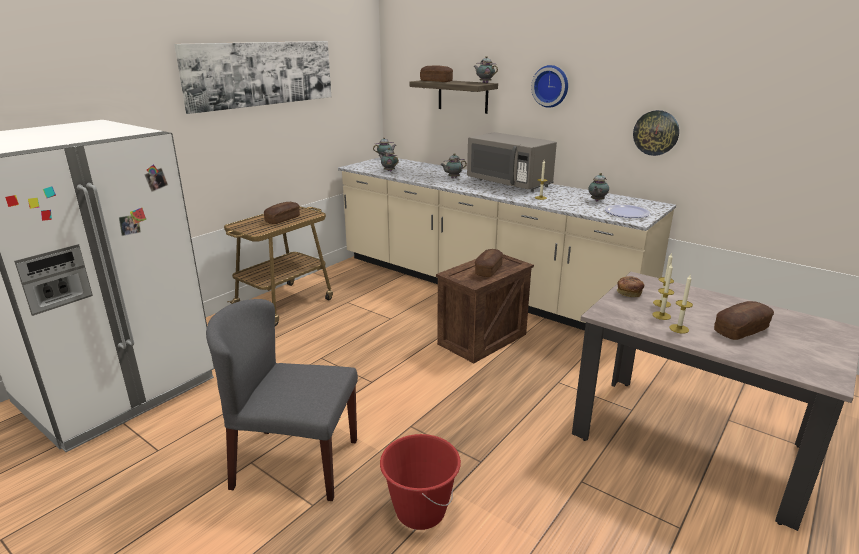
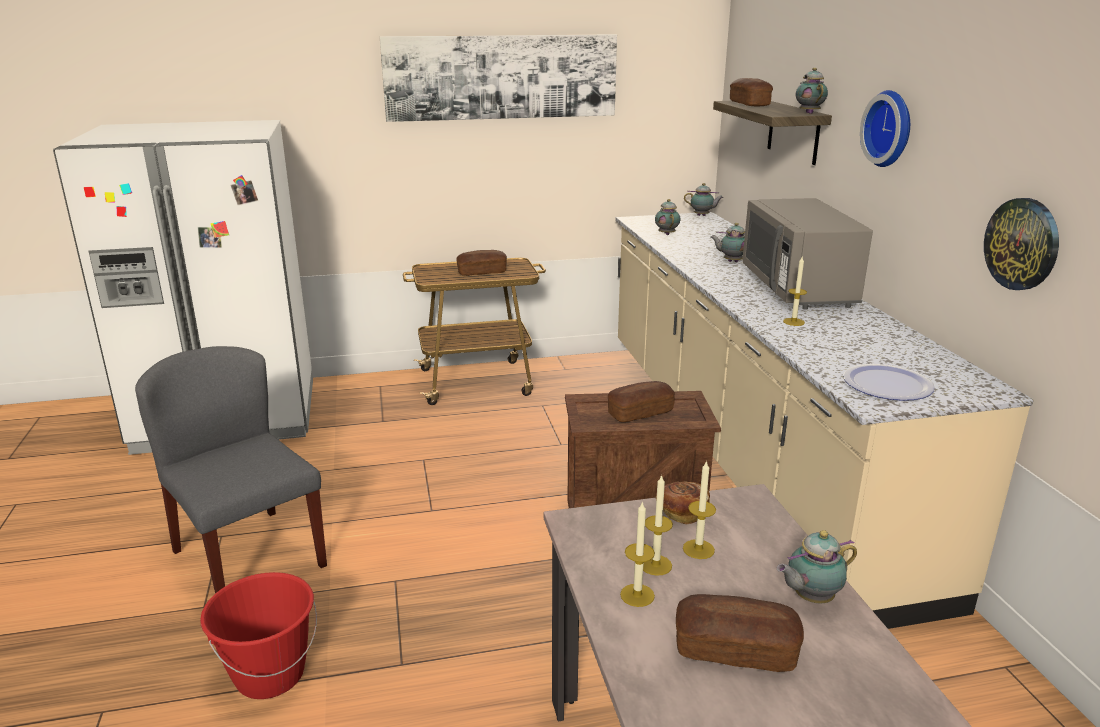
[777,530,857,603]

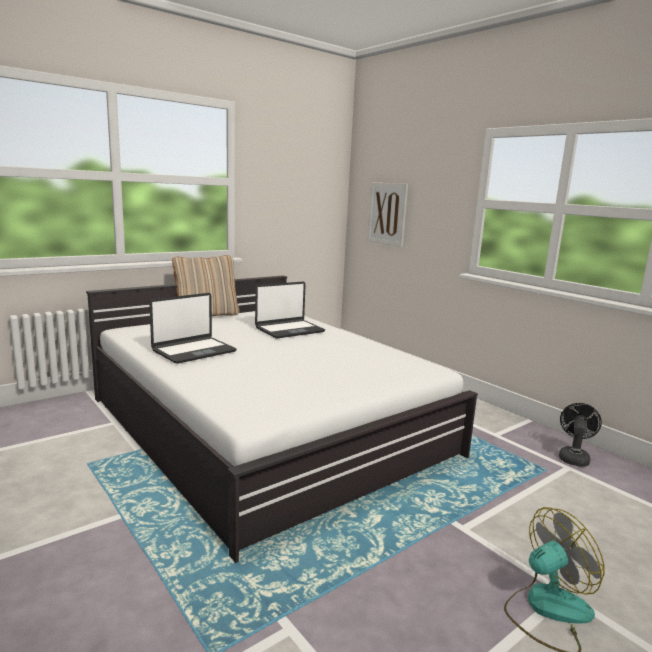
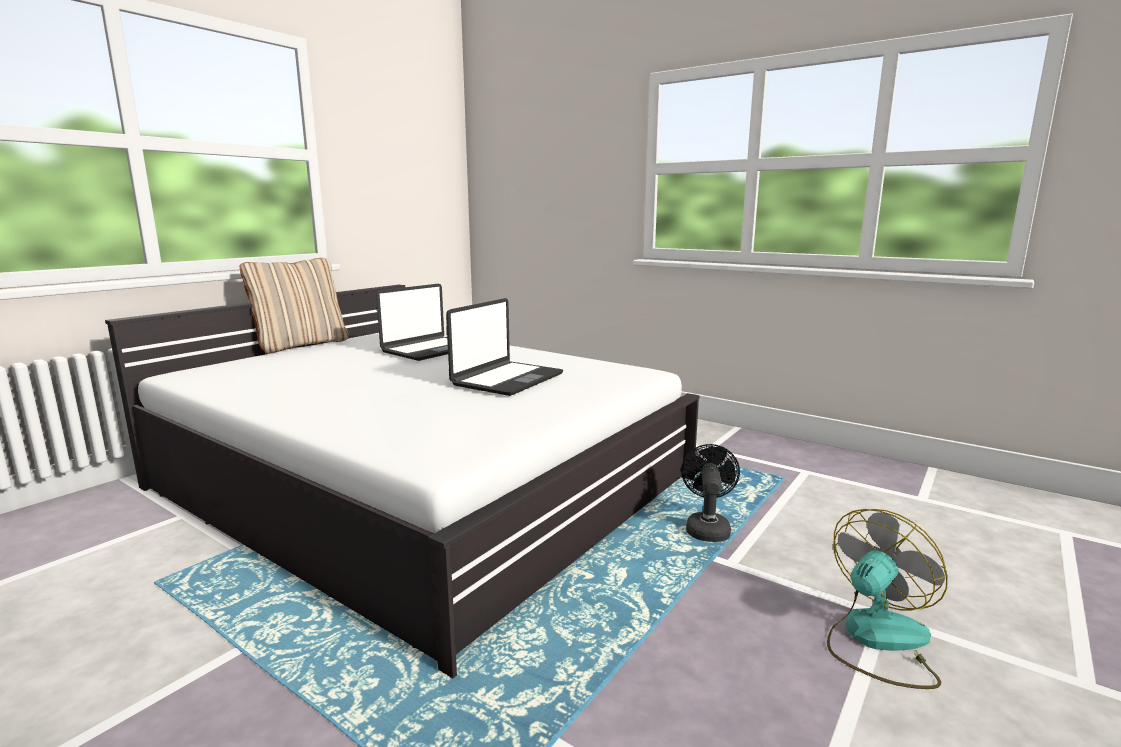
[367,182,408,247] (first image)
[446,298,563,396]
[681,444,740,542]

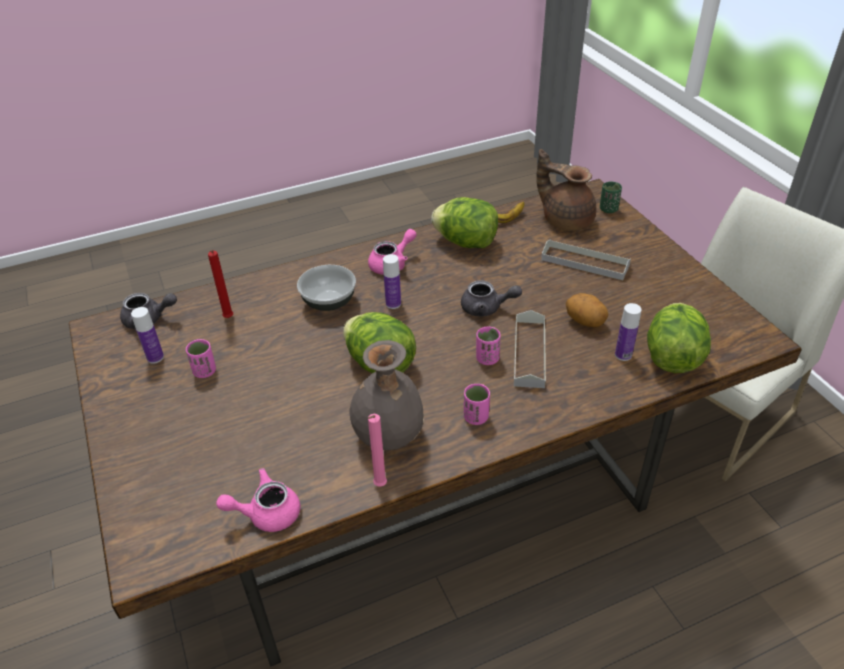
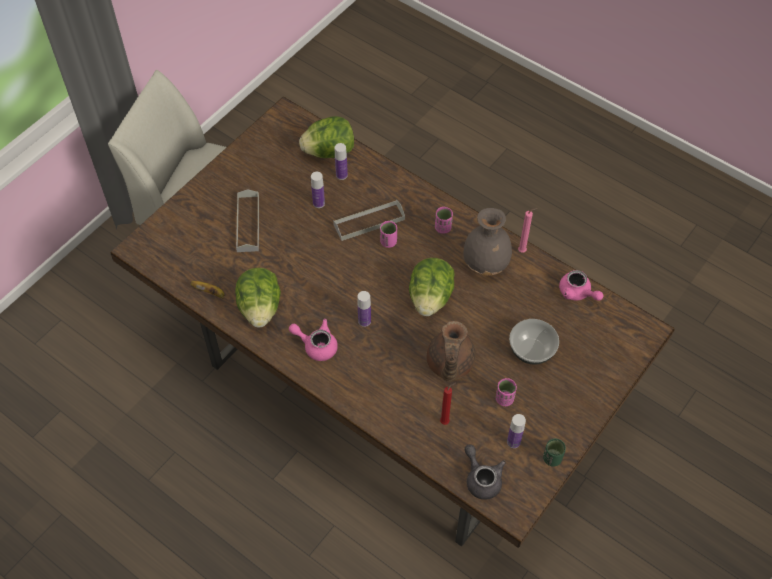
[461,280,522,317] (first image)
[509,319,559,365]
[427,321,476,381]
[543,439,566,467]
[311,172,325,208]

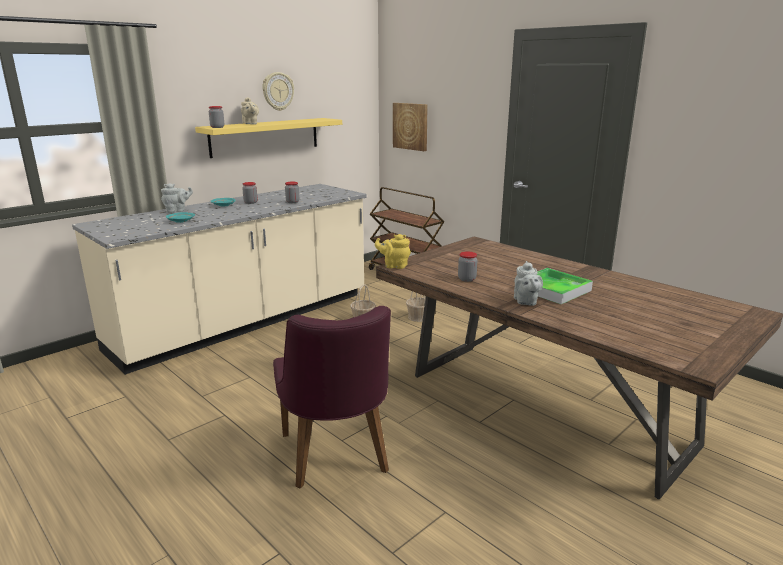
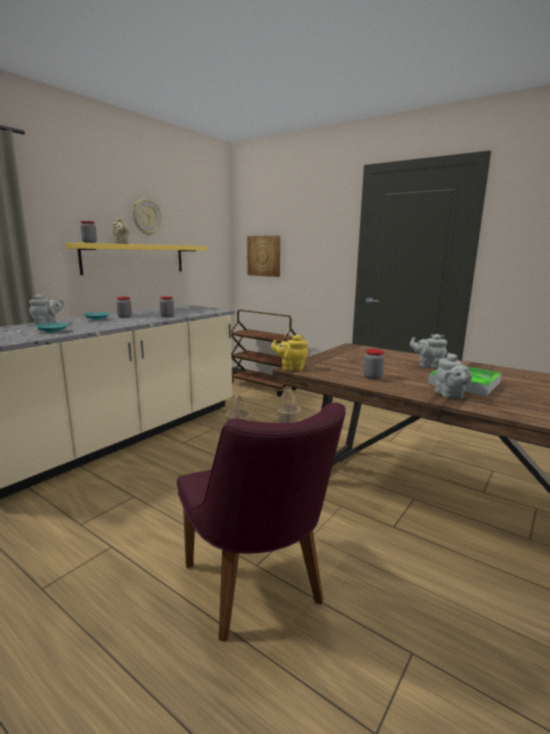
[410,334,447,369]

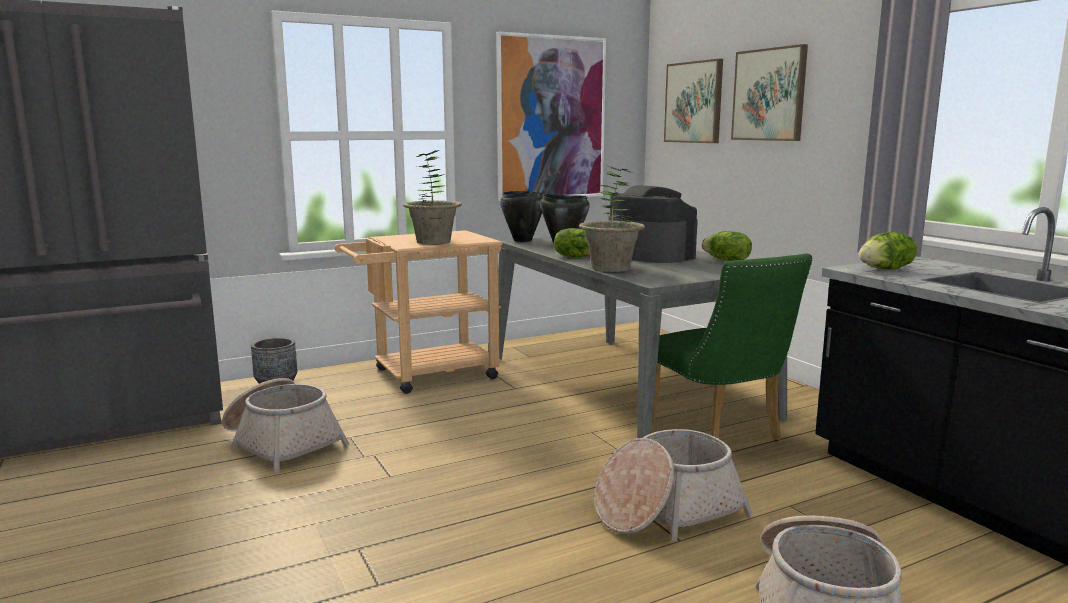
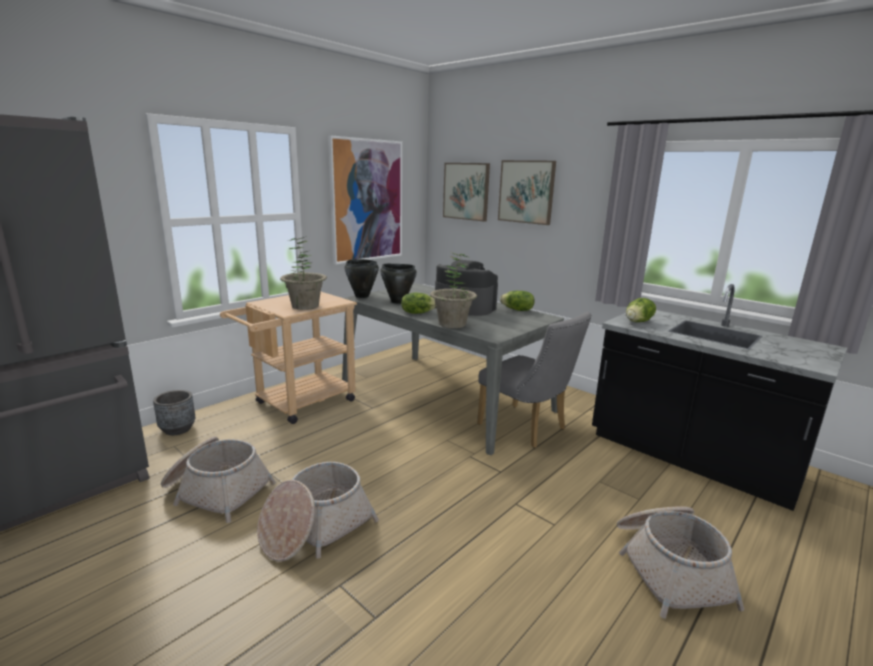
[257,462,379,562]
[477,312,592,448]

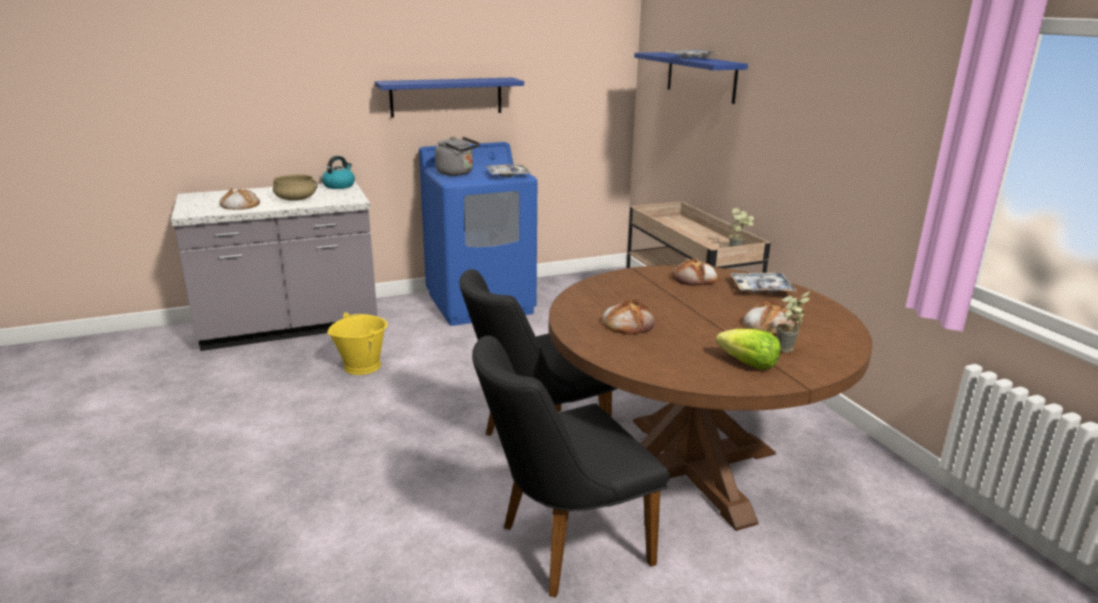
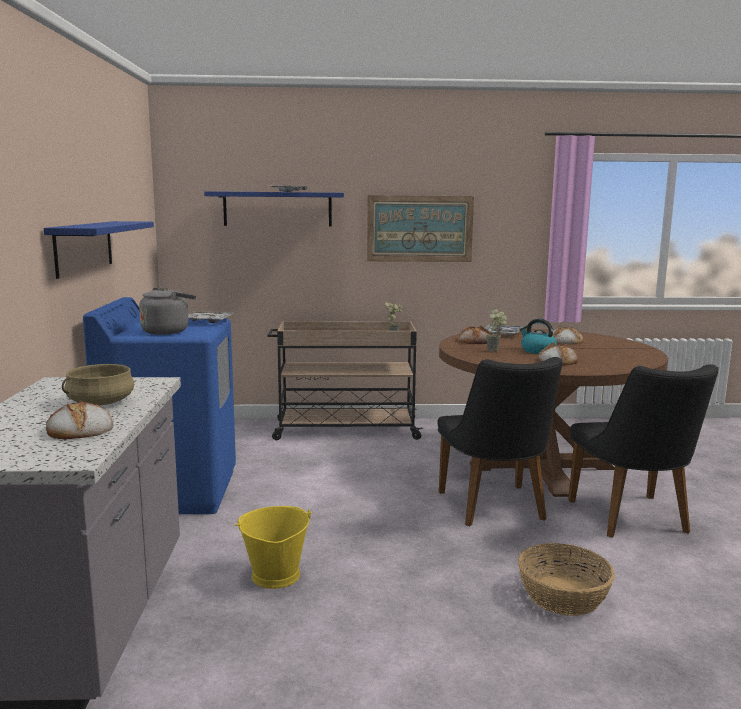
[716,329,781,369] (first image)
[367,195,474,262]
[518,543,615,616]
[520,319,557,354]
[486,309,507,352]

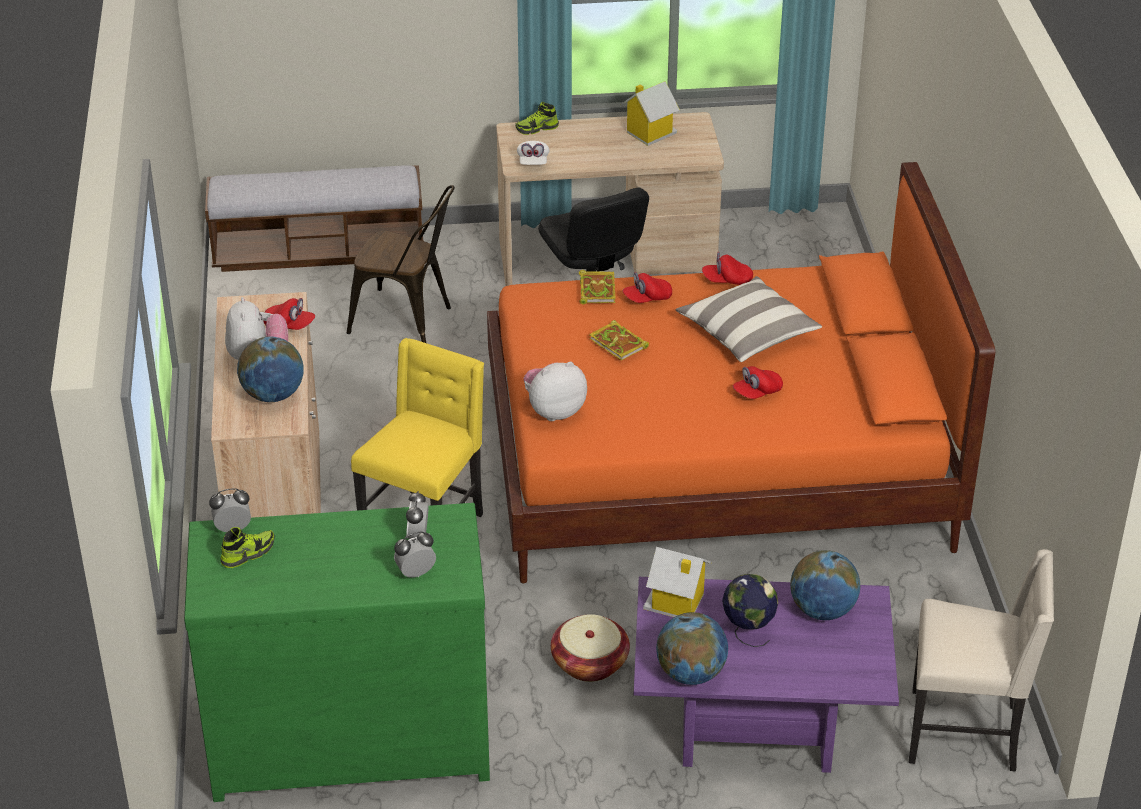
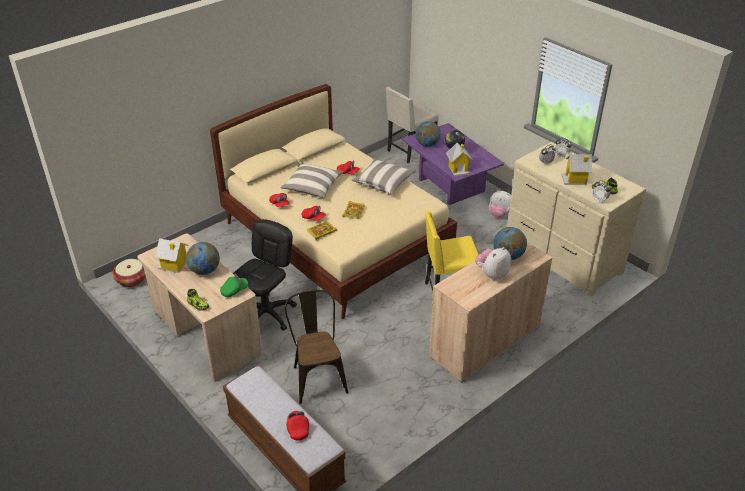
[351,158,416,195]
[562,154,592,185]
[286,411,309,441]
[489,190,511,218]
[112,259,146,287]
[186,242,220,275]
[507,142,646,297]
[210,84,457,319]
[220,274,248,297]
[386,87,438,163]

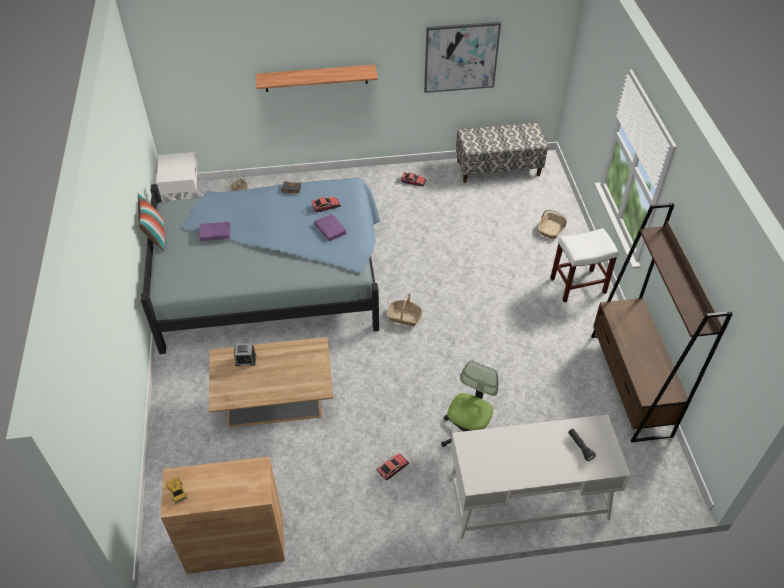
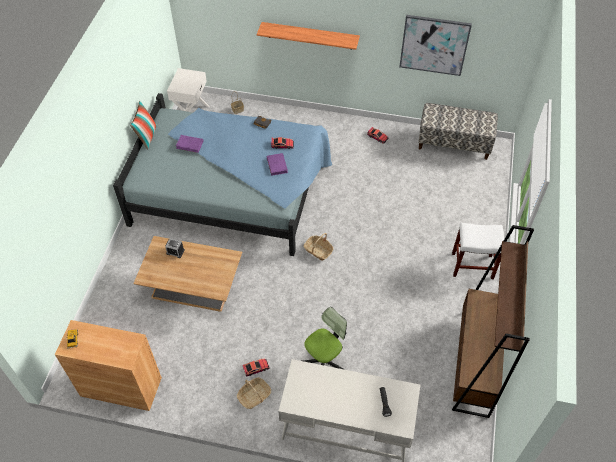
[237,377,271,409]

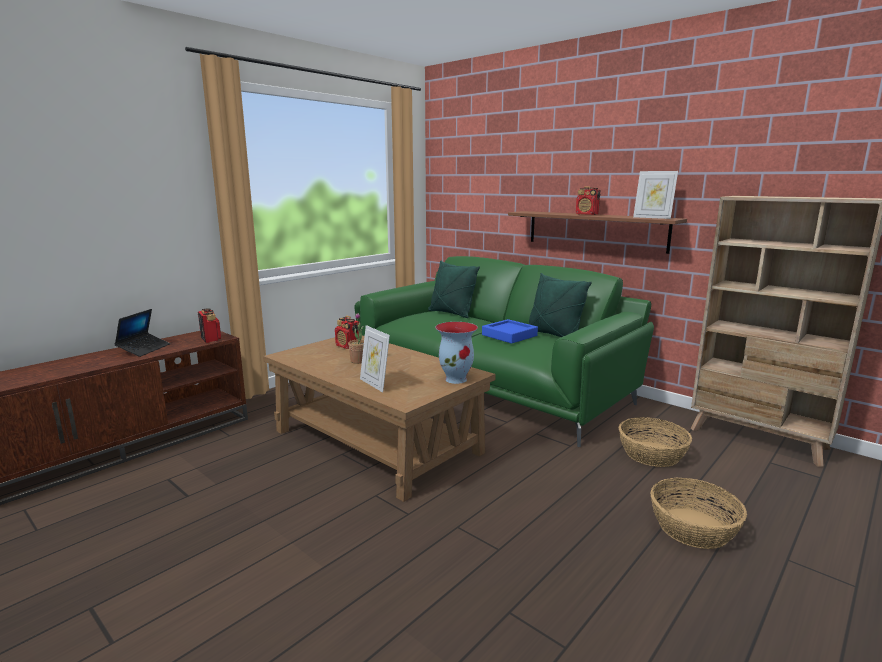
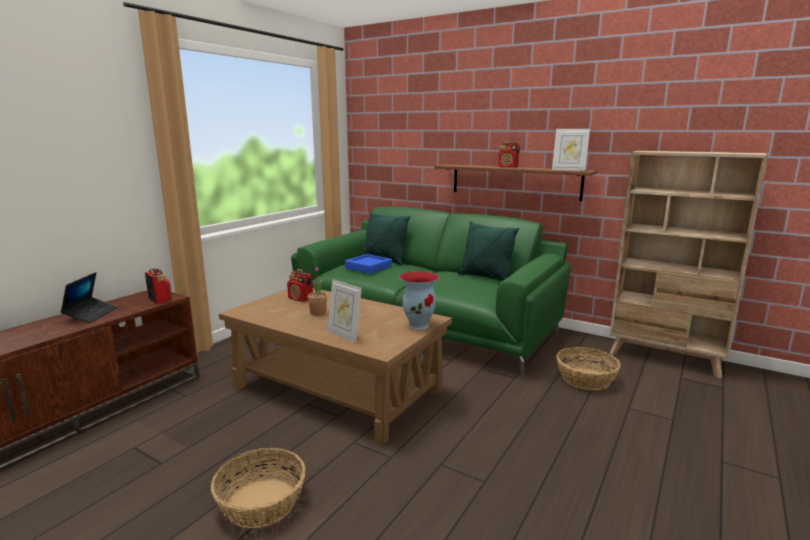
[345,254,392,274]
[211,448,305,528]

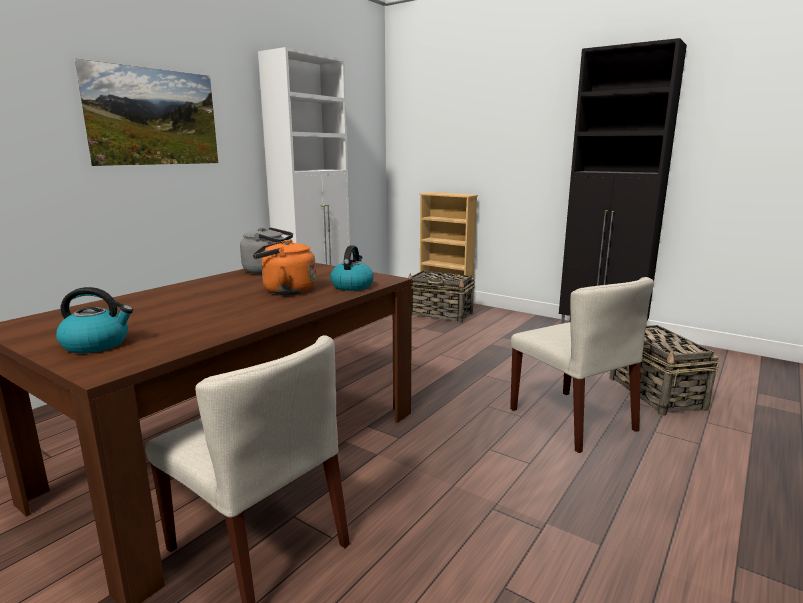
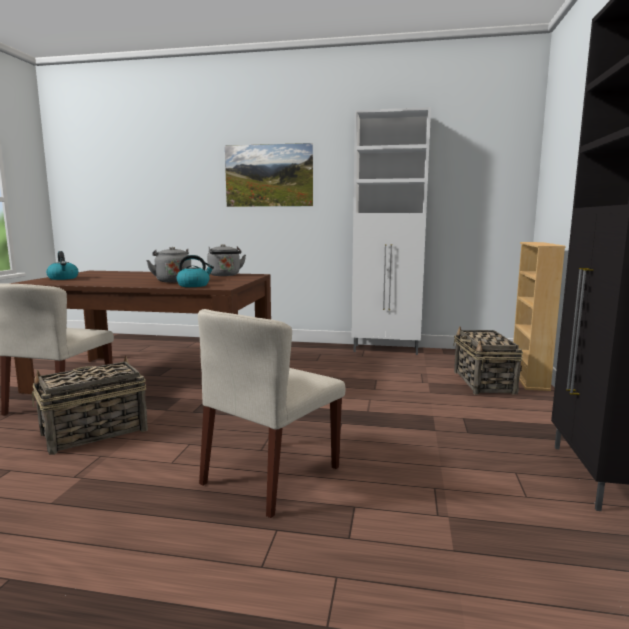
[32,356,148,455]
[146,247,191,283]

